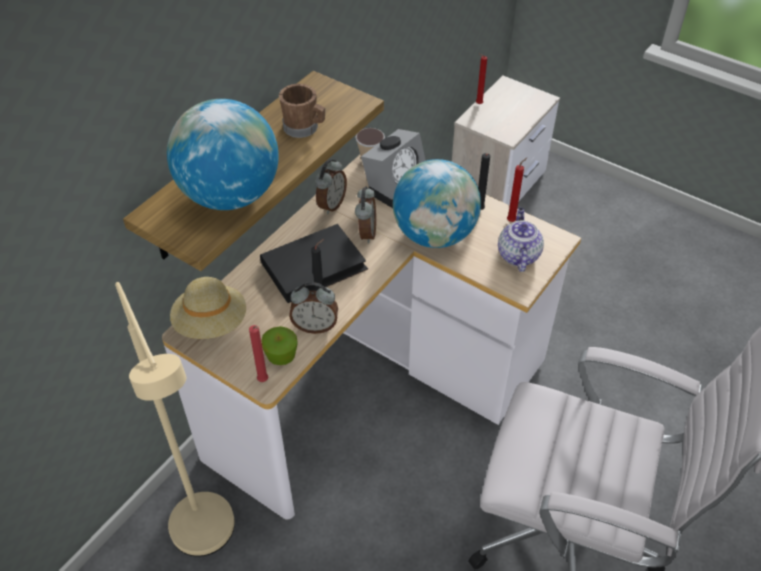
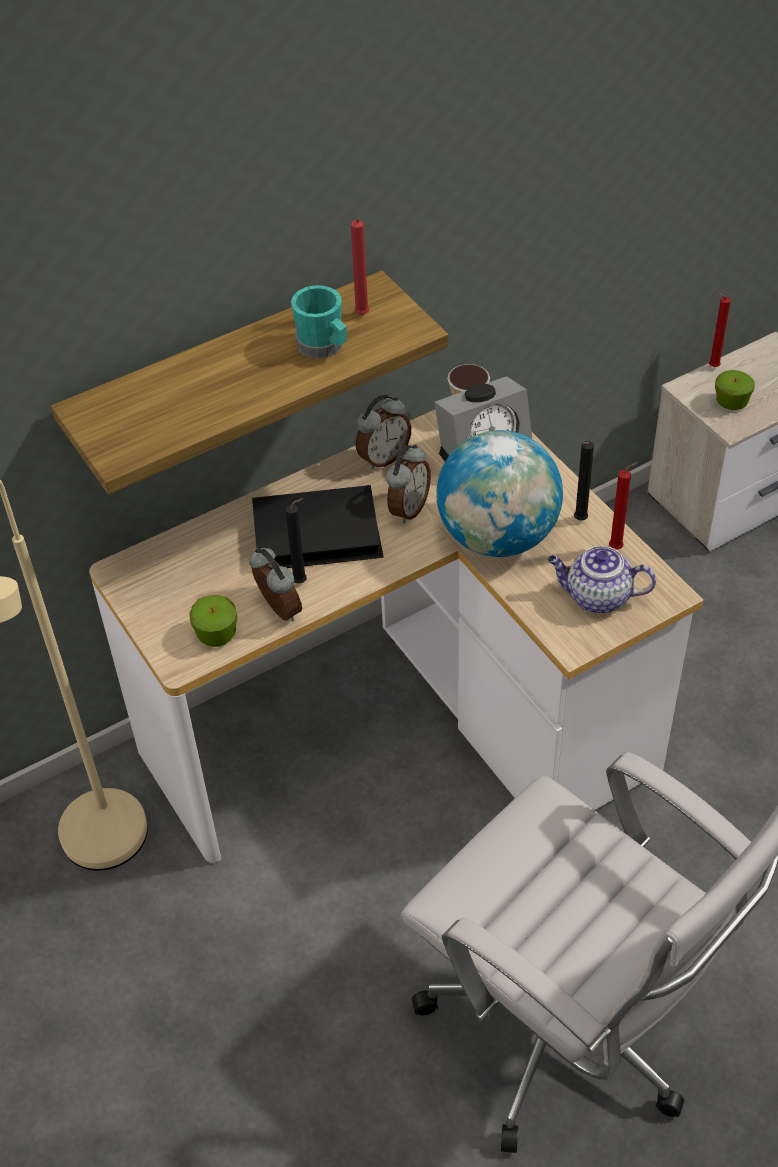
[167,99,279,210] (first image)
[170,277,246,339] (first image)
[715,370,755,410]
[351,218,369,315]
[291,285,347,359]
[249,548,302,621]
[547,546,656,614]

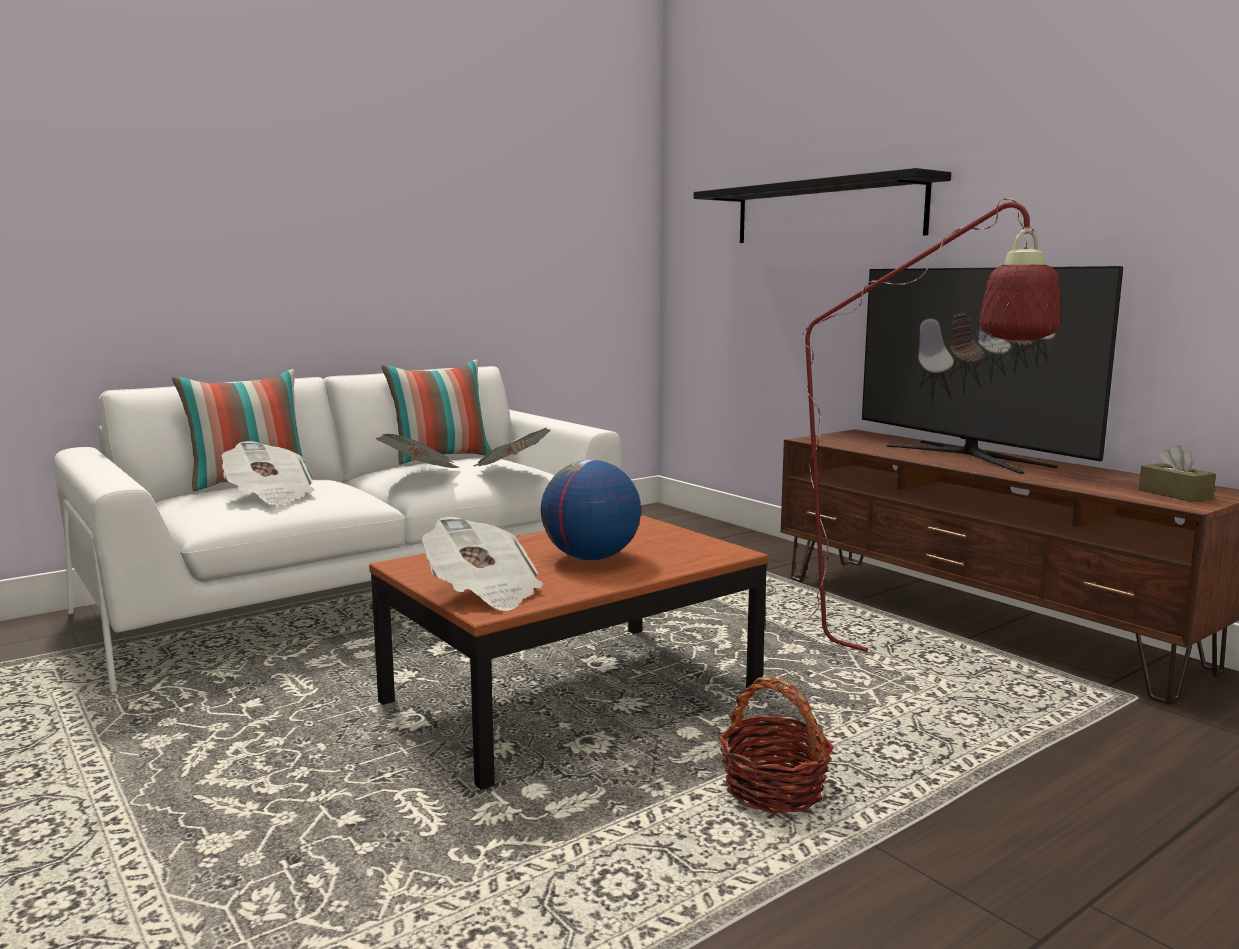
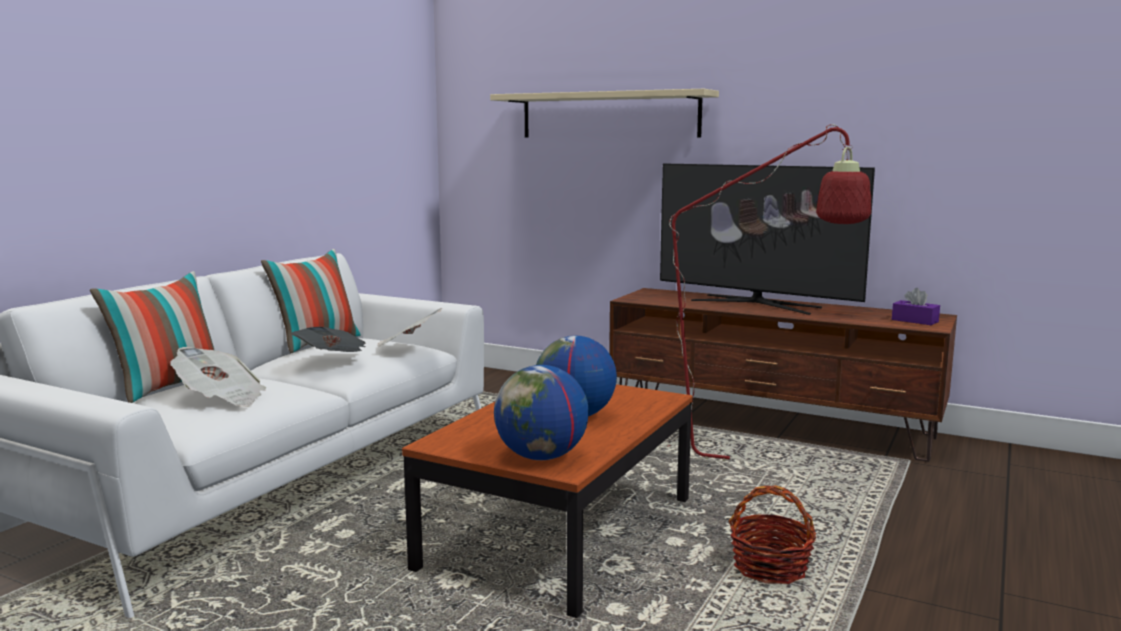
[494,365,589,460]
[490,89,719,137]
[892,288,940,325]

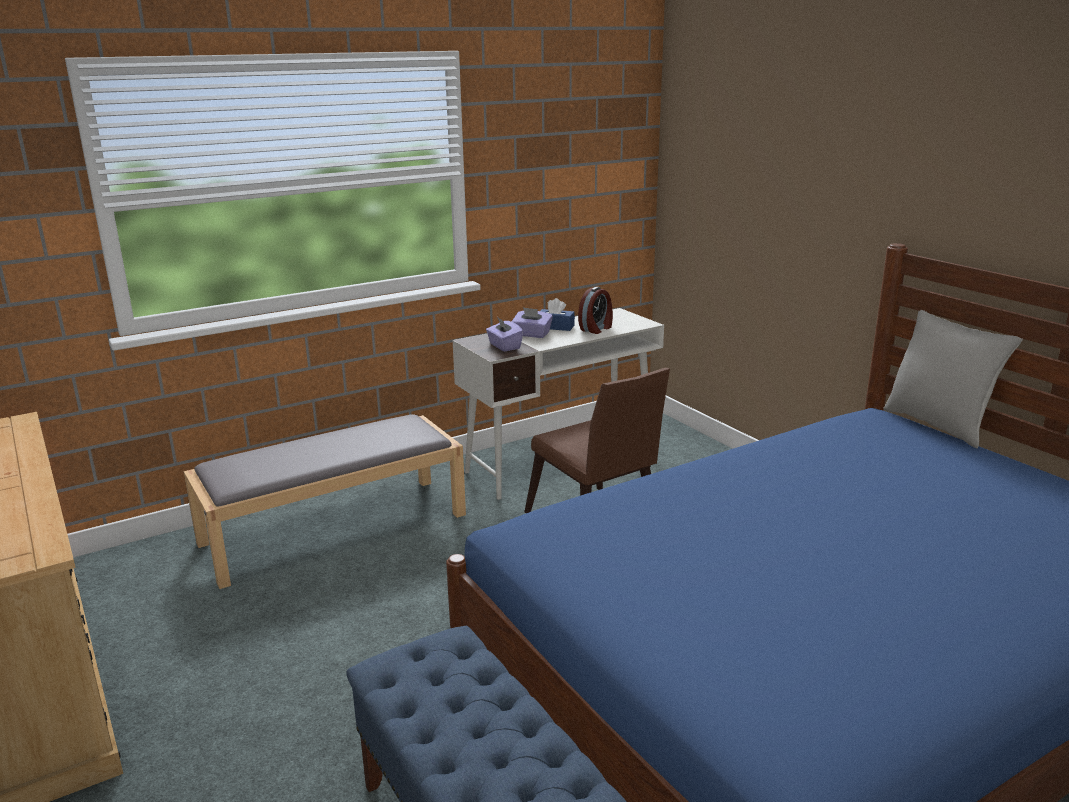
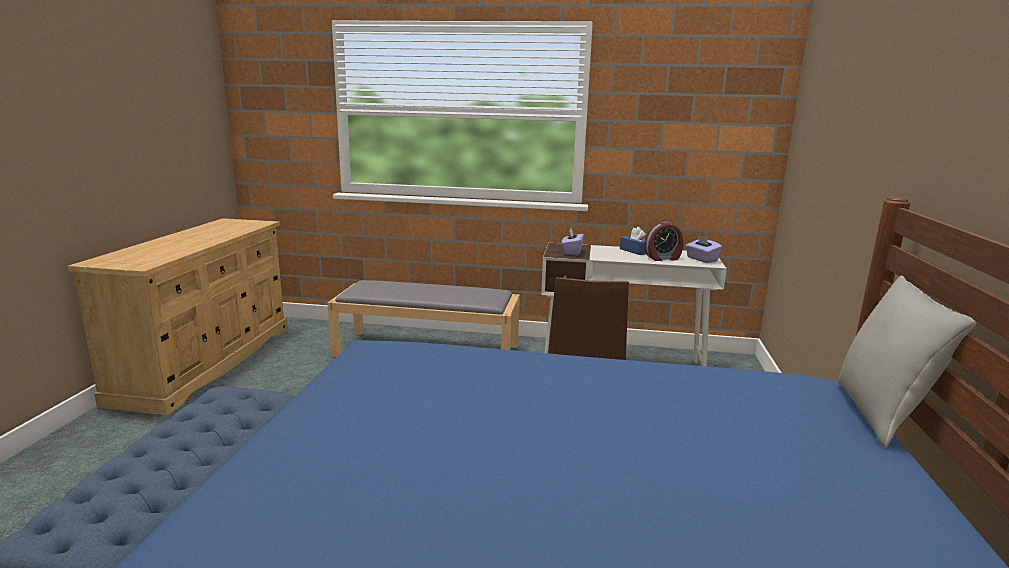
[685,235,723,263]

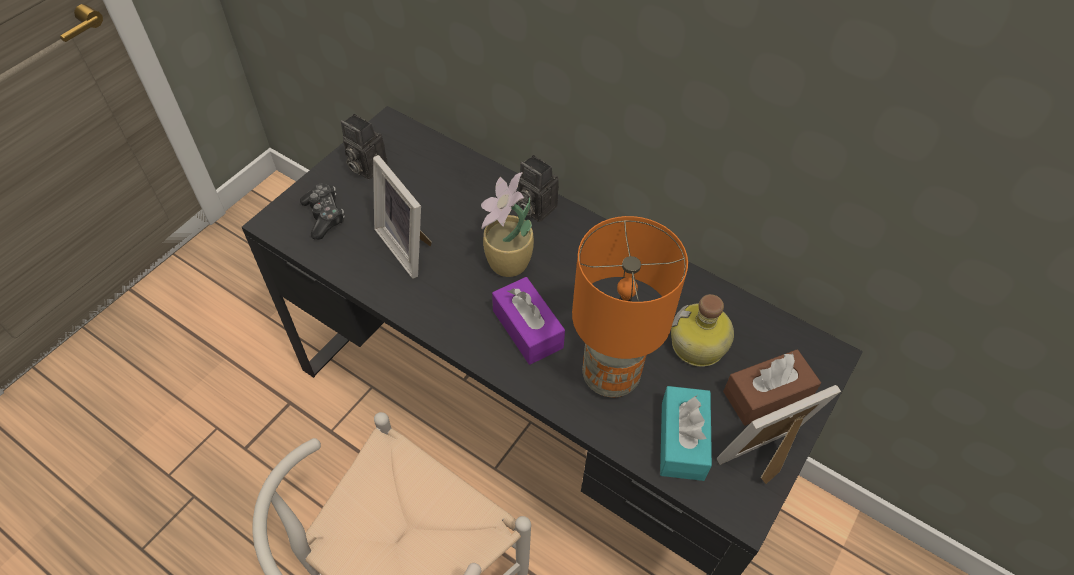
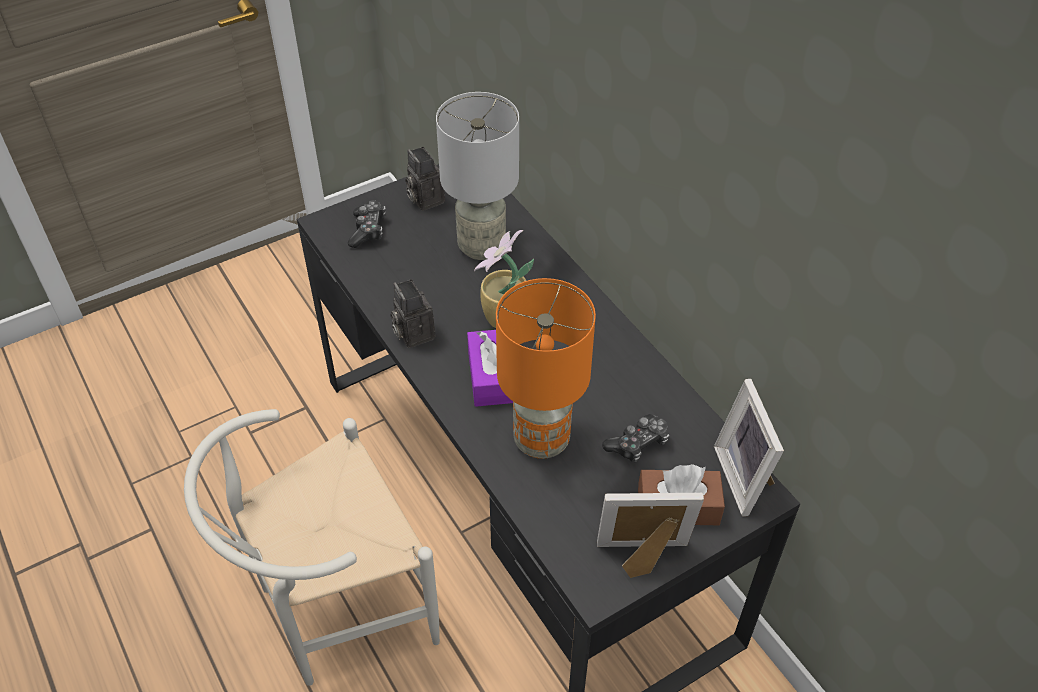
[660,386,712,481] (first image)
[436,92,519,260]
[714,379,784,517]
[390,279,435,348]
[602,414,669,462]

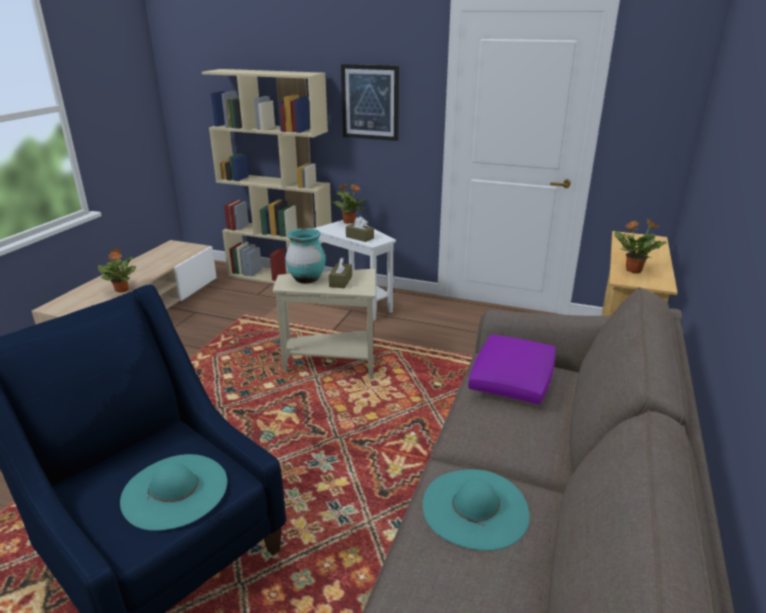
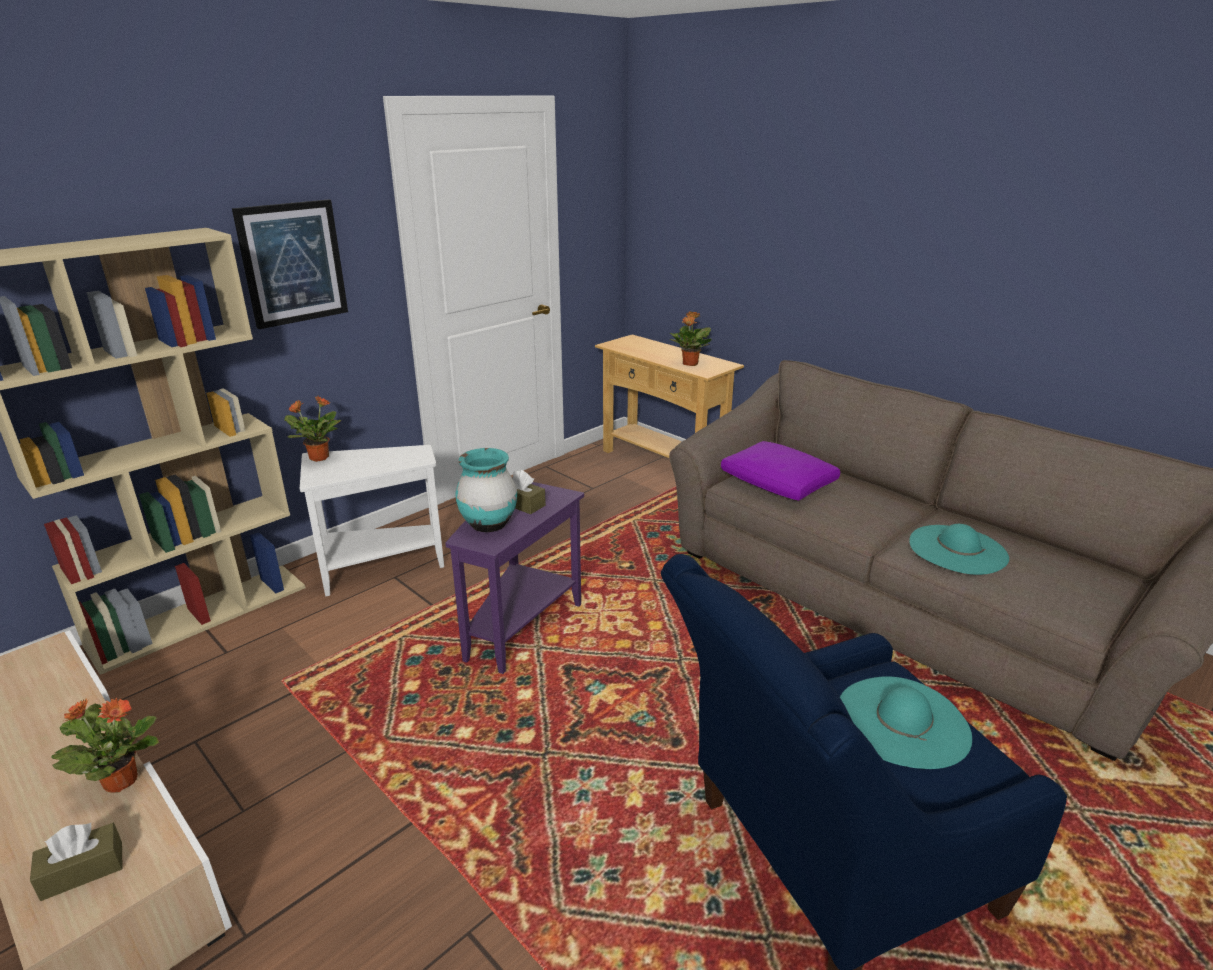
[30,823,123,901]
[445,482,584,674]

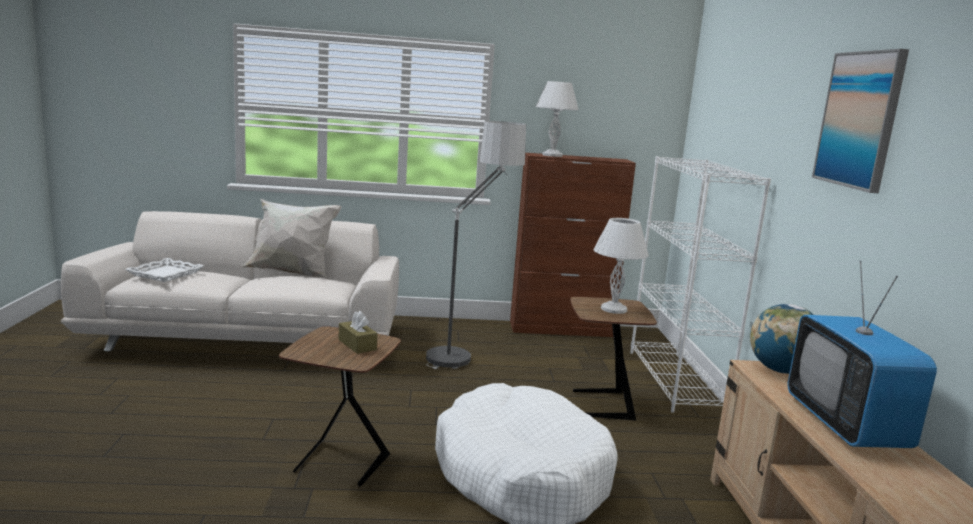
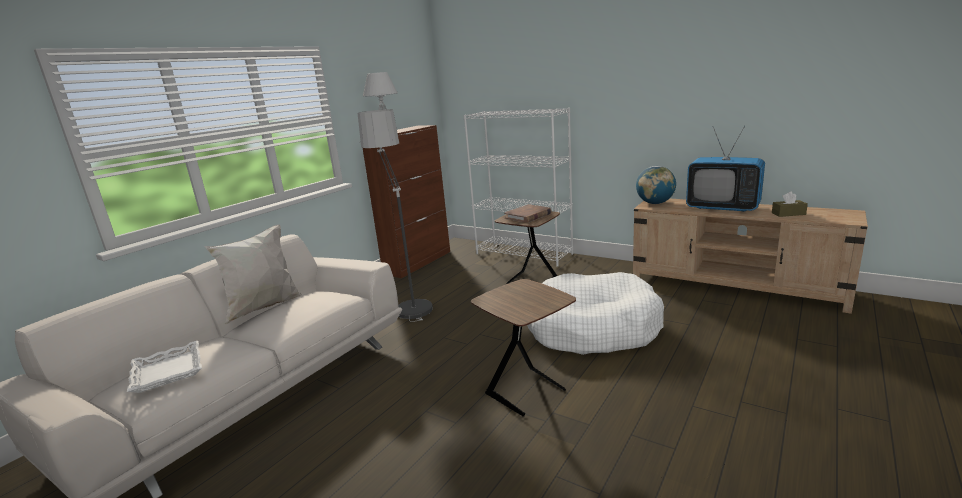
[812,49,909,193] (first image)
[772,192,808,217]
[504,204,552,223]

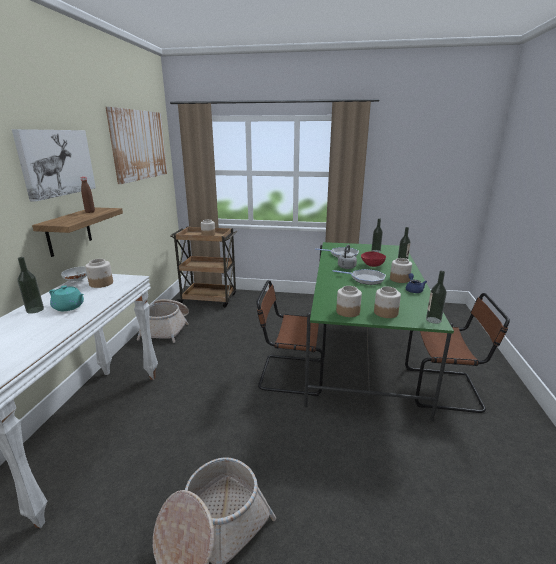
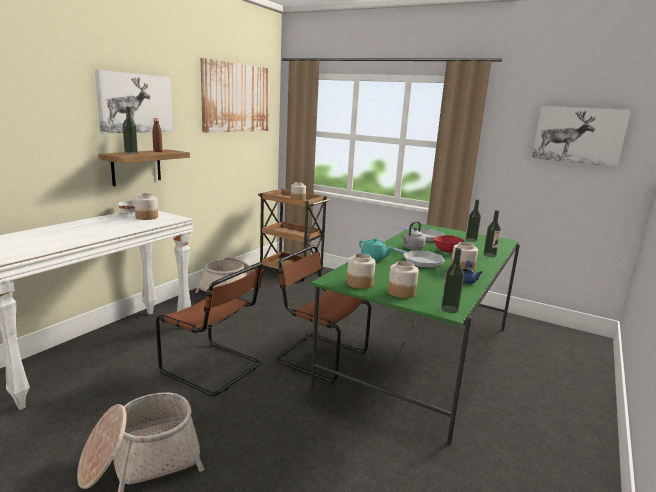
[532,106,631,167]
[123,107,138,154]
[359,238,393,261]
[156,262,263,396]

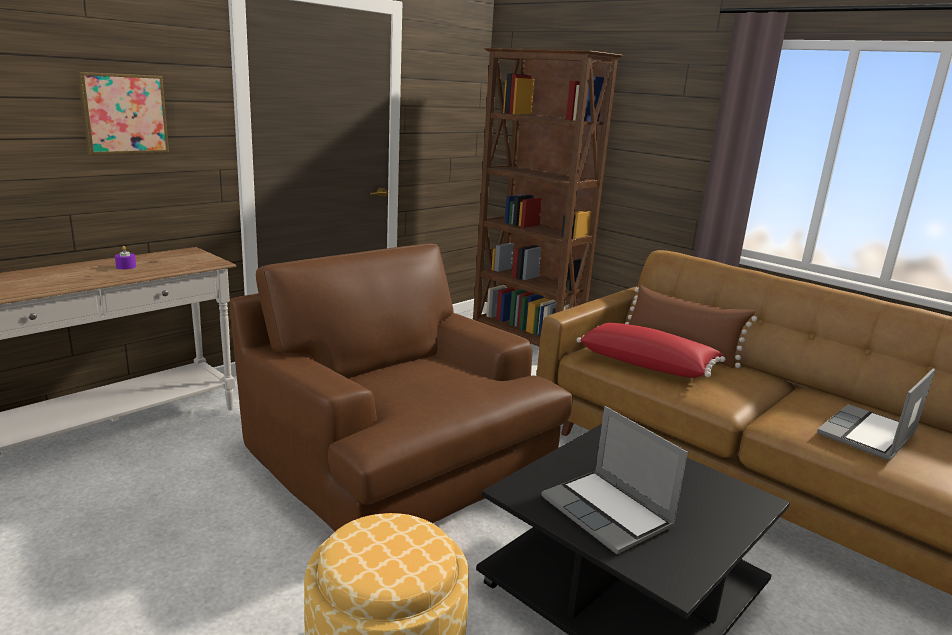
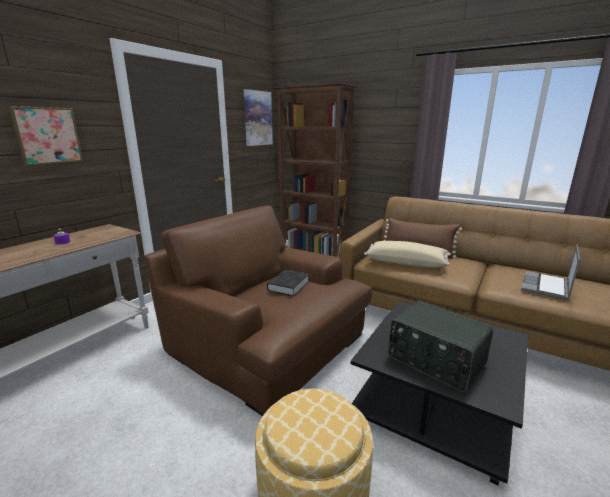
[244,89,273,146]
[267,270,309,296]
[388,301,493,392]
[364,241,451,268]

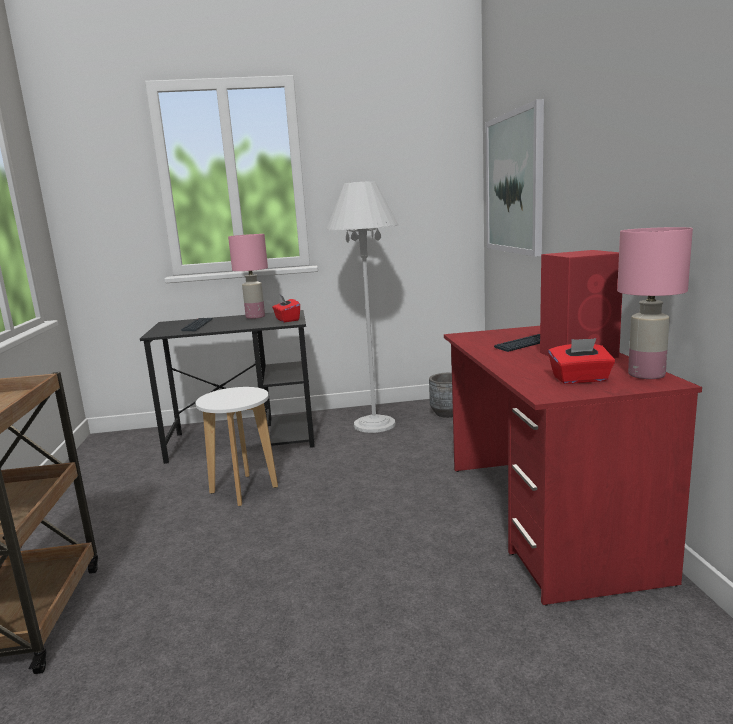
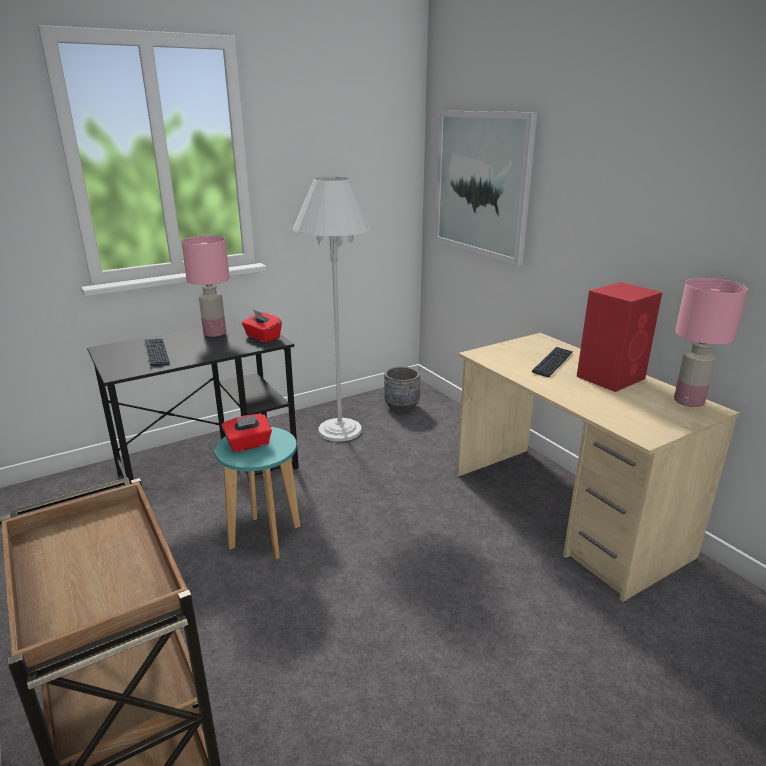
[222,414,272,452]
[215,427,300,559]
[457,333,740,602]

